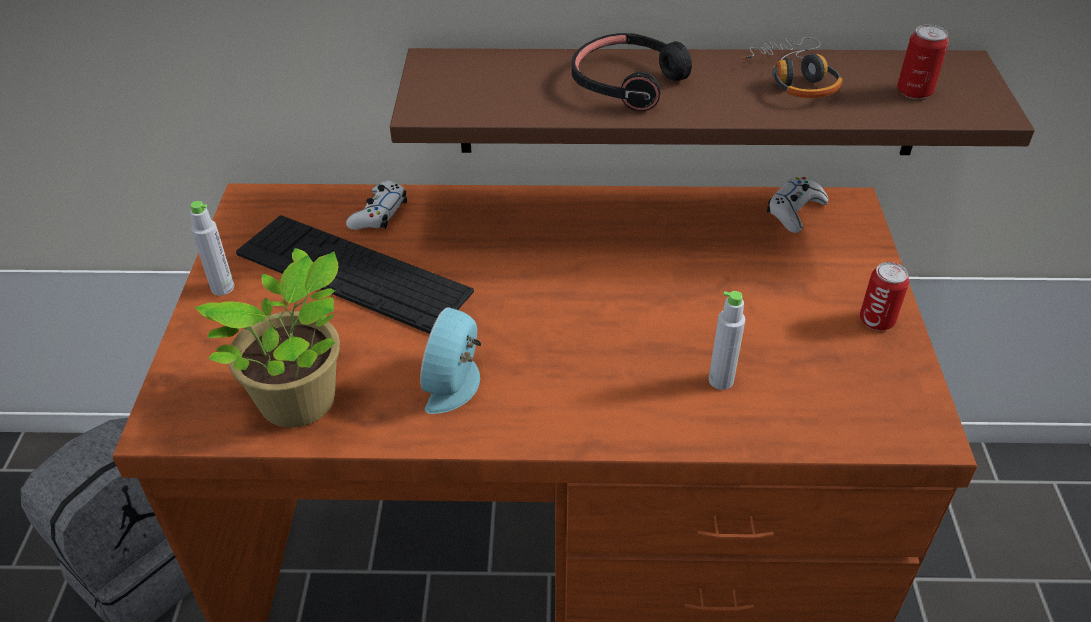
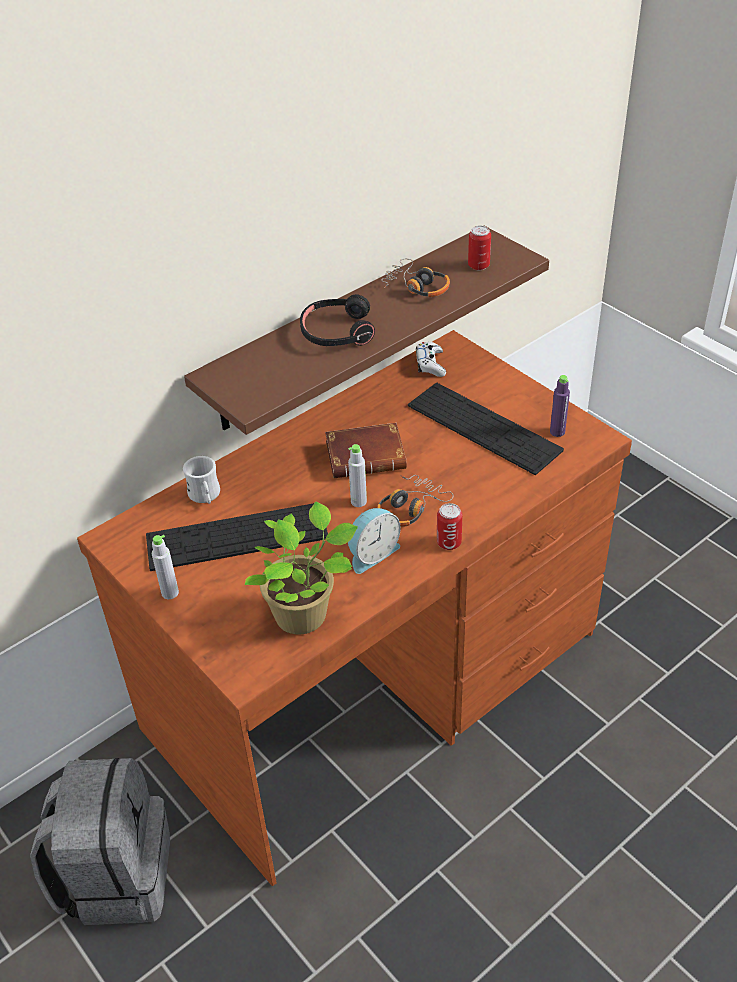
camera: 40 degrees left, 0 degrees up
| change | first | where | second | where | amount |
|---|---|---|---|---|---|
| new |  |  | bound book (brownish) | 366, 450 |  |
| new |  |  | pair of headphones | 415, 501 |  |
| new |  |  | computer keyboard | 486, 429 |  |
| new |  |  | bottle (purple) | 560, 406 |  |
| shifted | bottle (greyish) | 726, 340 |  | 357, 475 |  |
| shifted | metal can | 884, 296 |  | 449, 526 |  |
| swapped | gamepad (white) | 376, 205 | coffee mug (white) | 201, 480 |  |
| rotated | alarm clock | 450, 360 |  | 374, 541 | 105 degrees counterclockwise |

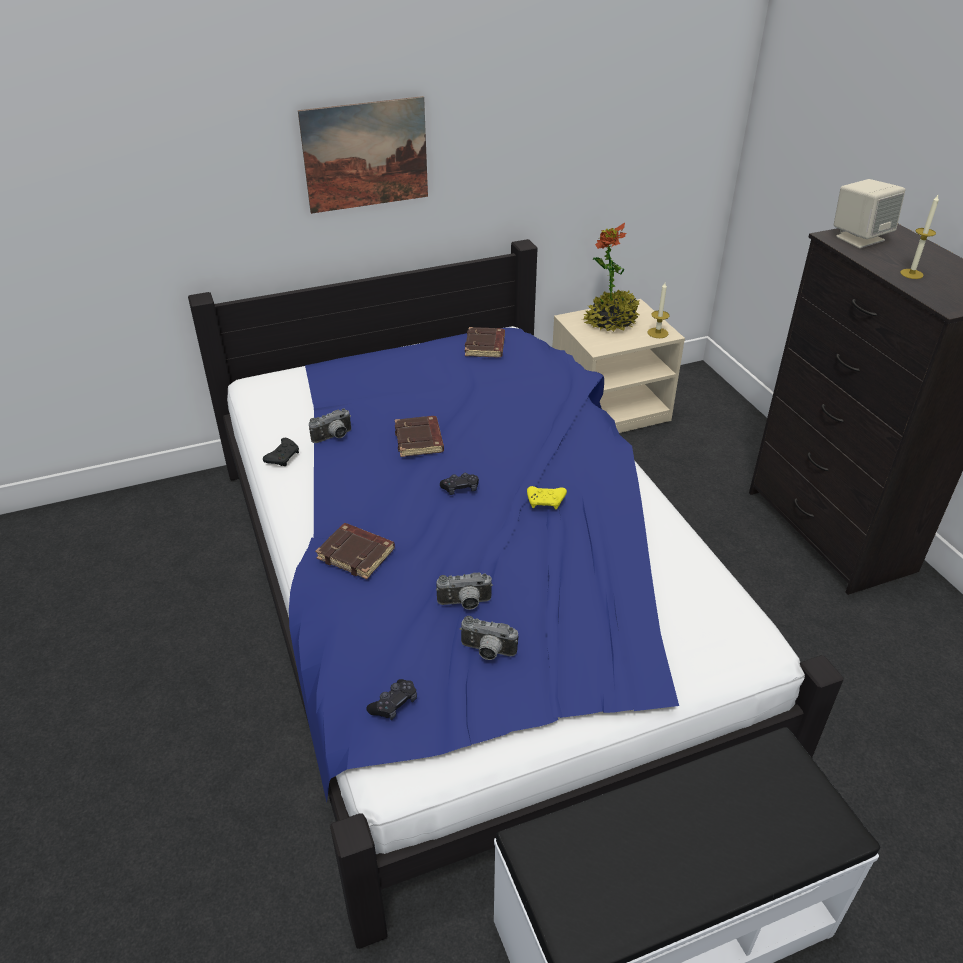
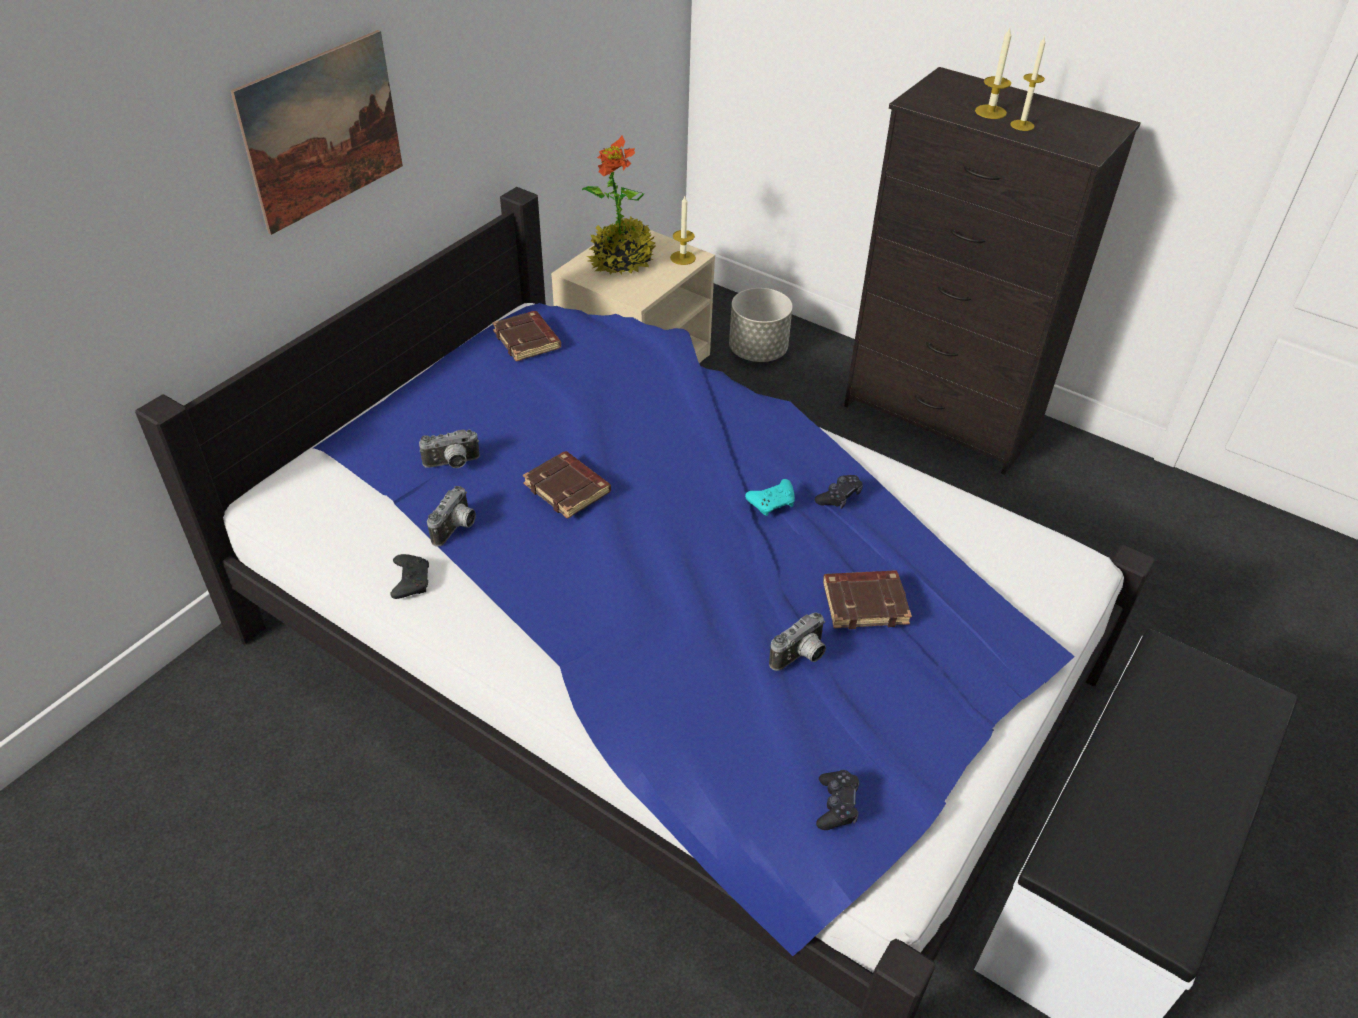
camera: 35 degrees left, 5 degrees up
| change | first | where | second | where | amount |
|---|---|---|---|---|---|
| gone | loudspeaker (beige) | 869, 213 |  |  |  |
| new |  |  | planter (greyish) | 761, 325 |  |
| new |  |  | wax candle | 993, 73 |  |
| shifted | bound book (brownish) | 355, 551 |  | 867, 599 |  |
| shifted | gamepad (blackish) | 459, 484 |  | 839, 492 |  |
| shifted | still camera | 489, 638 |  | 449, 449 |  |
| repainted | gamepad (yellow-coloured) | 547, 497 | gamepad (turquoise) | 770, 497 |  |

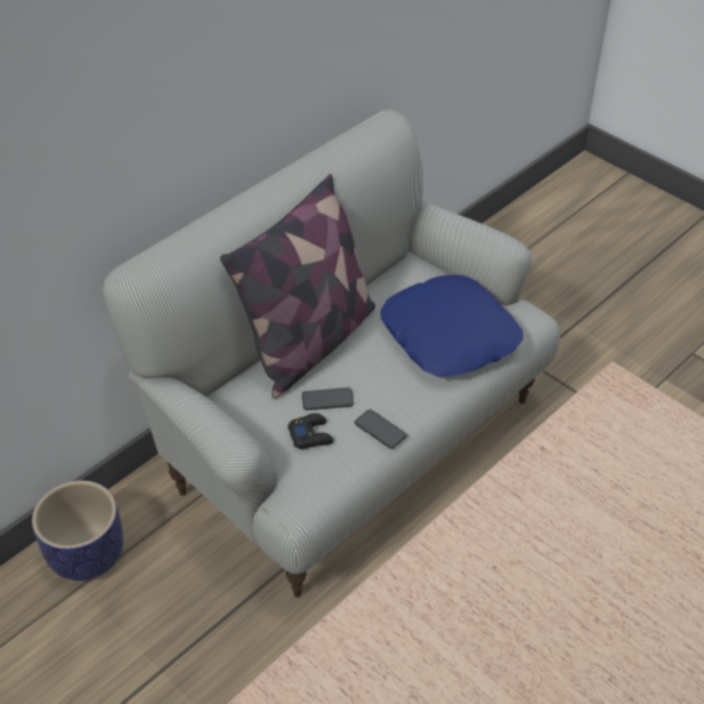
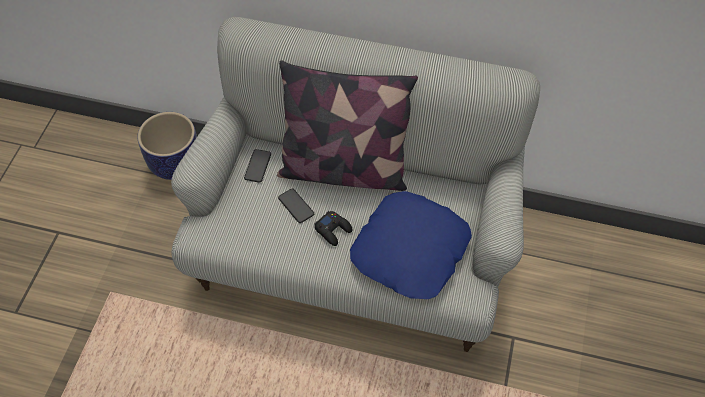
camera: 60 degrees right, 10 degrees up
| change | first | where | second | where | amount |
|---|---|---|---|---|---|
| shifted | gamepad (blackish) | 311, 431 |  | 333, 228 |  |
| shifted | handset | 380, 429 |  | 257, 166 |  |

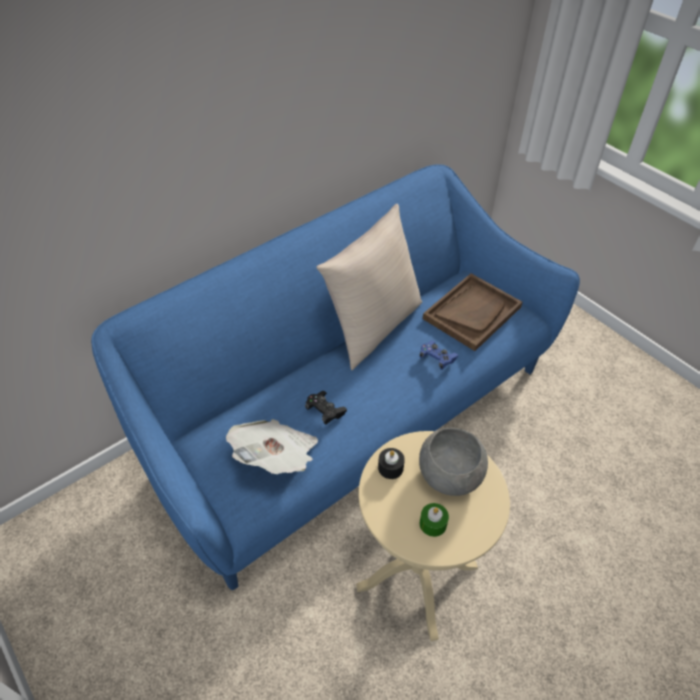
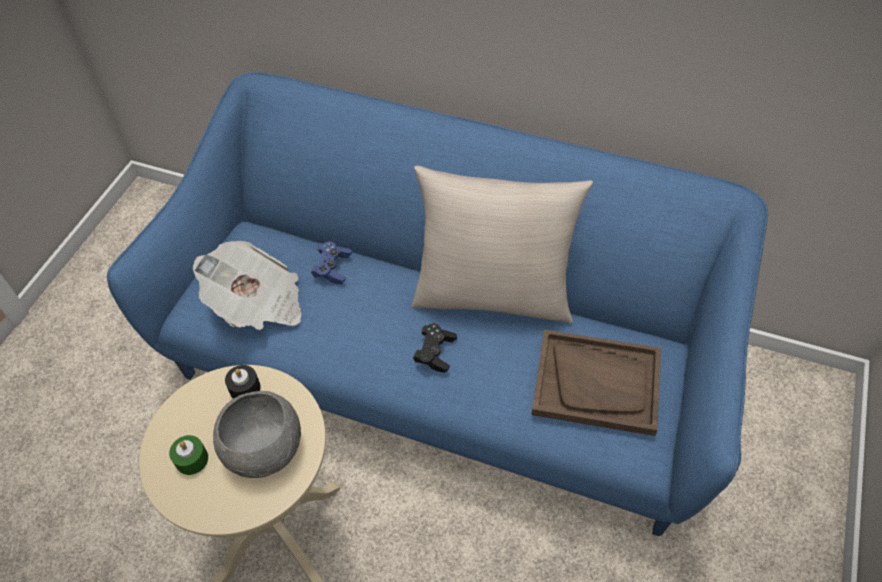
camera: 60 degrees right, 5 degrees up
| change | first | where | second | where | amount |
|---|---|---|---|---|---|
| shifted | gamepad (blackish) | 326, 408 |  | 435, 348 |  |
| shifted | gamepad (bluish) | 438, 355 |  | 331, 262 |  |

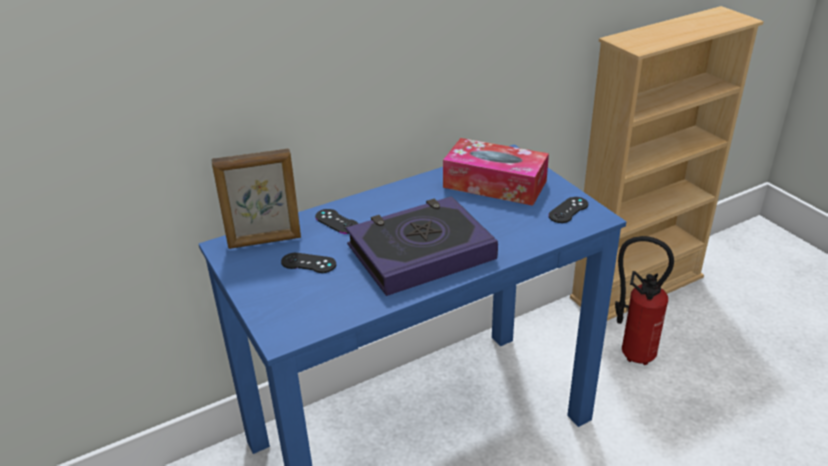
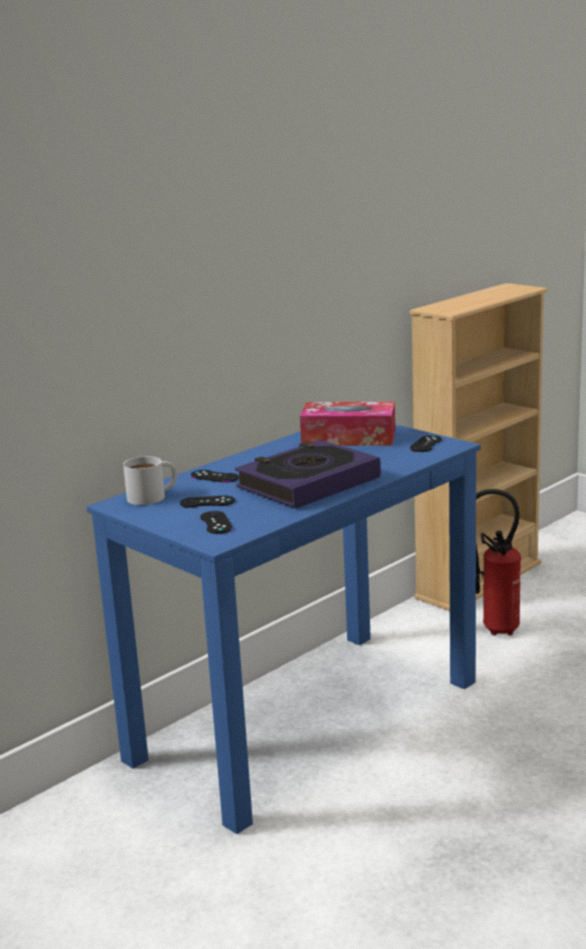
camera: 15 degrees left, 15 degrees down
| change | first | where | second | where | amount |
|---|---|---|---|---|---|
| new |  |  | gamepad (blackish) | 216, 522 |  |
| swapped | picture frame | 256, 199 | coffee mug (white) | 150, 480 |  |

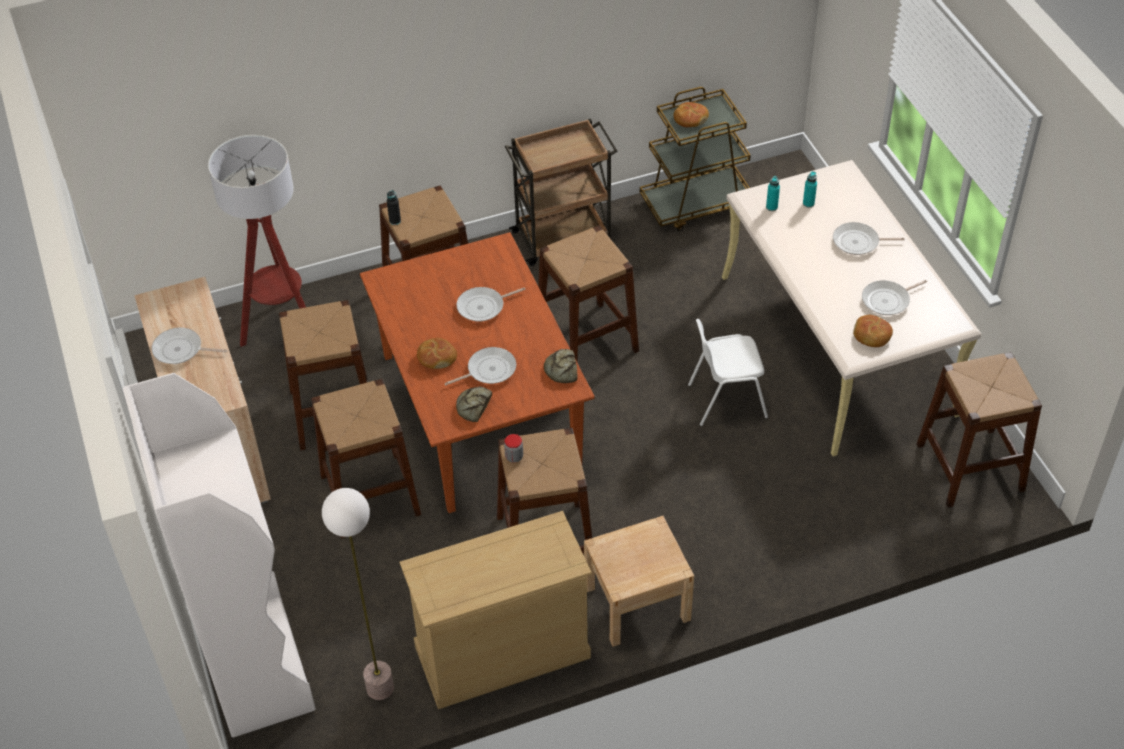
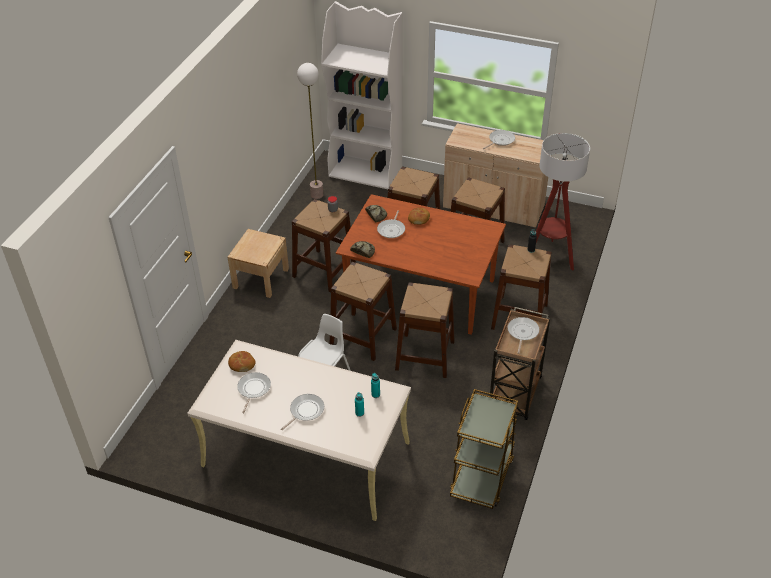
camera: 130 degrees right, 5 degrees down
| change | first | where | second | where | amount |
|---|---|---|---|---|---|
| gone | dresser (beige) | 495, 610 |  |  |  |
| gone | bakery bread | 691, 114 |  |  |  |
| shifted | skillet | 491, 304 |  | 523, 335 |  |
| shifted | sitting stool (brownish) | 979, 429 |  | 363, 311 |  |

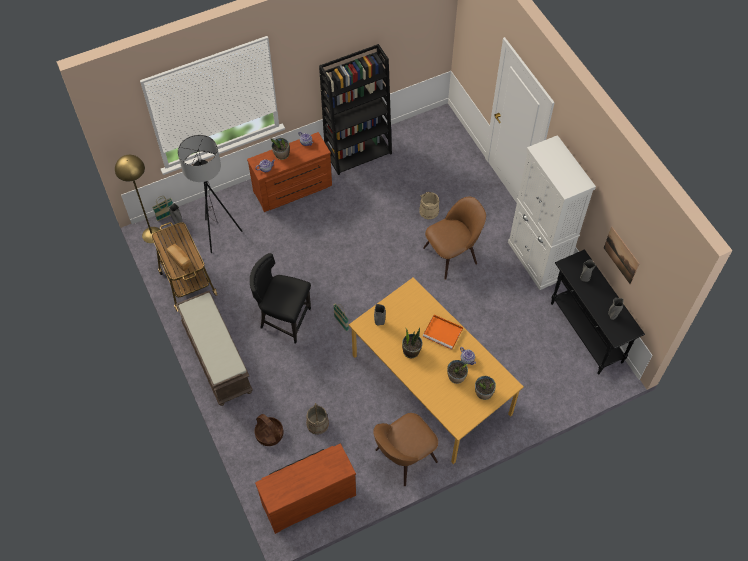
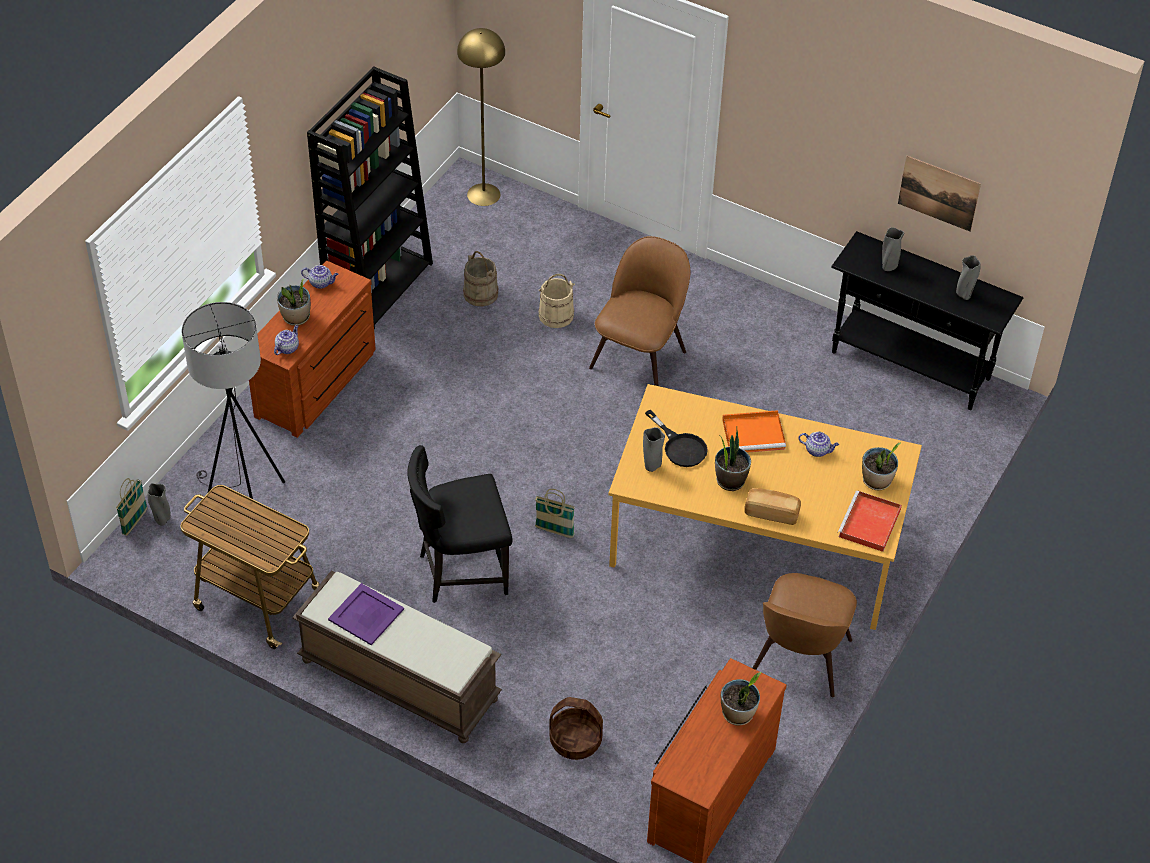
camera: 35 degrees left, 10 degrees down
| change | first | where | second | where | amount |
|---|---|---|---|---|---|
| gone | storage cabinet (white) | 552, 212 |  |  |  |
| new |  |  | tray (purple) | 366, 614 |  |
| new |  |  | skillet (blackish) | 676, 438 |  |
| new |  |  | tray (red) | 870, 521 |  |
| shifted | standing lamp (yellow-coloured) | 138, 199 |  | 481, 117 |  |
| shifted | bakery bread | 179, 257 |  | 772, 506 |  |
| shifted | water bucket (beige) | 317, 419 |  | 481, 278 |  |
| shifted | plant in a pot | 457, 372 |  | 741, 699 |  |

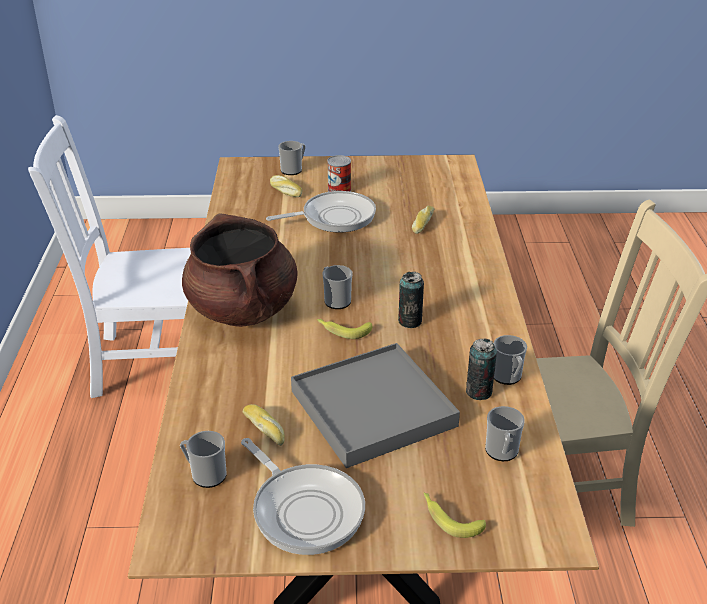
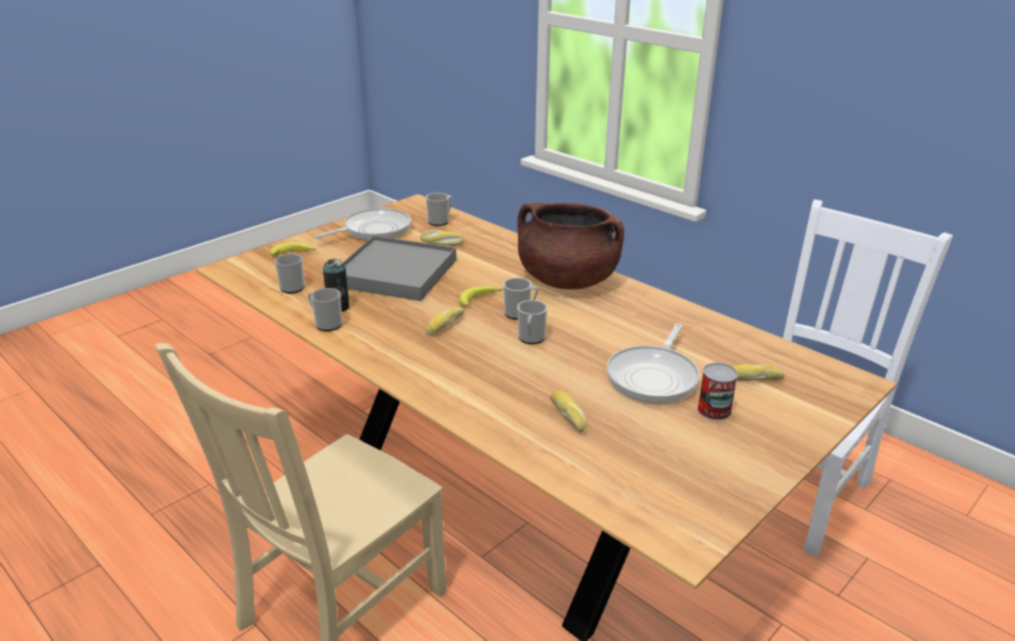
camera: 135 degrees right, 5 degrees down
| change | first | where | second | where | amount |
|---|---|---|---|---|---|
| shifted | coffee mug | 291, 158 |  | 532, 322 |  |
| swapped | metal can | 411, 300 | bakery bread | 444, 321 |  |
| rotated | skillet | 303, 496 |  | 362, 224 | 135 degrees clockwise |

